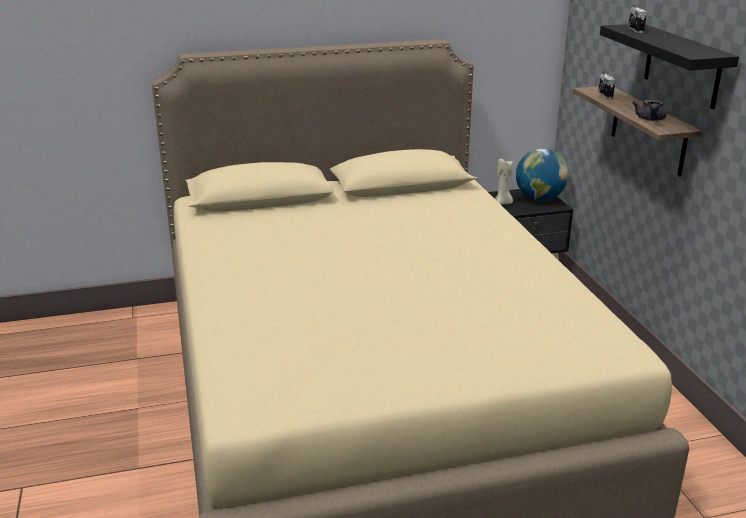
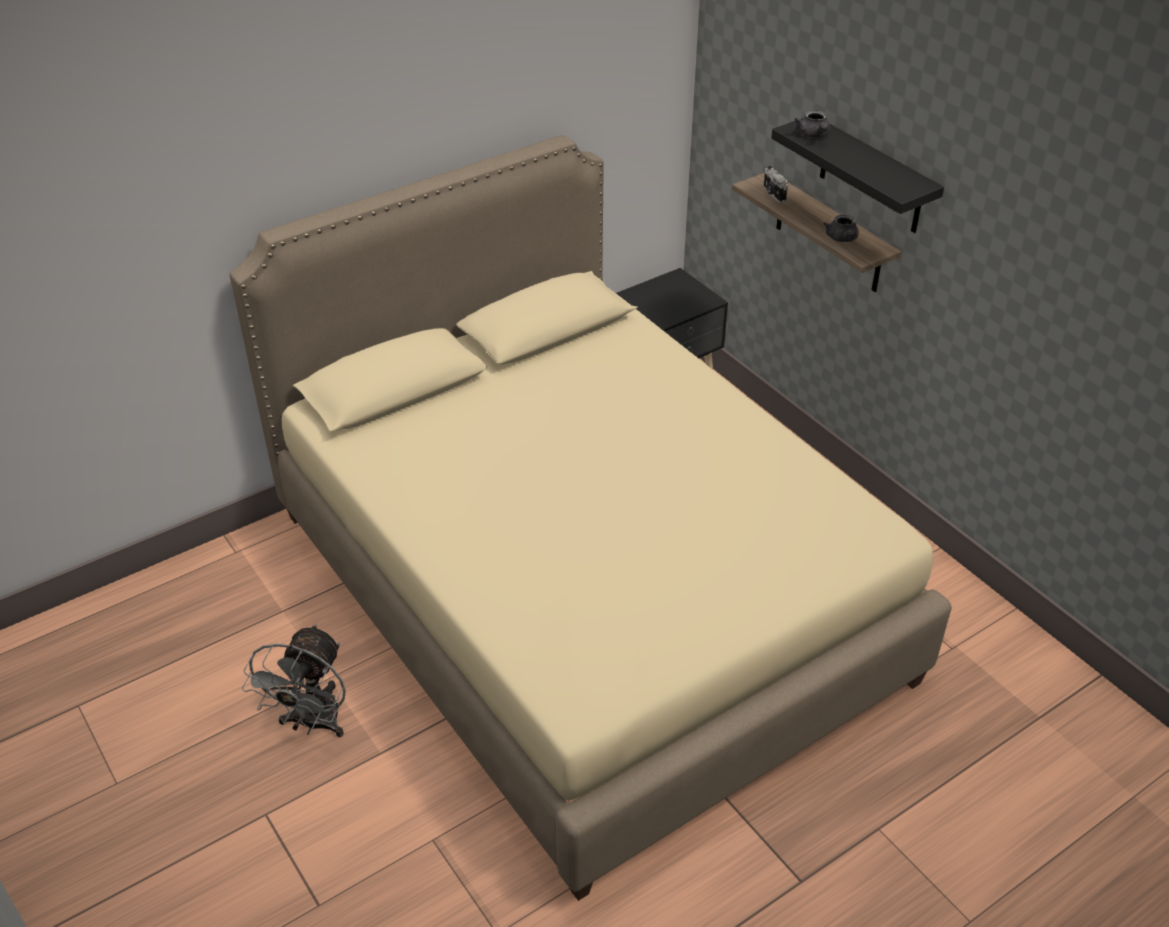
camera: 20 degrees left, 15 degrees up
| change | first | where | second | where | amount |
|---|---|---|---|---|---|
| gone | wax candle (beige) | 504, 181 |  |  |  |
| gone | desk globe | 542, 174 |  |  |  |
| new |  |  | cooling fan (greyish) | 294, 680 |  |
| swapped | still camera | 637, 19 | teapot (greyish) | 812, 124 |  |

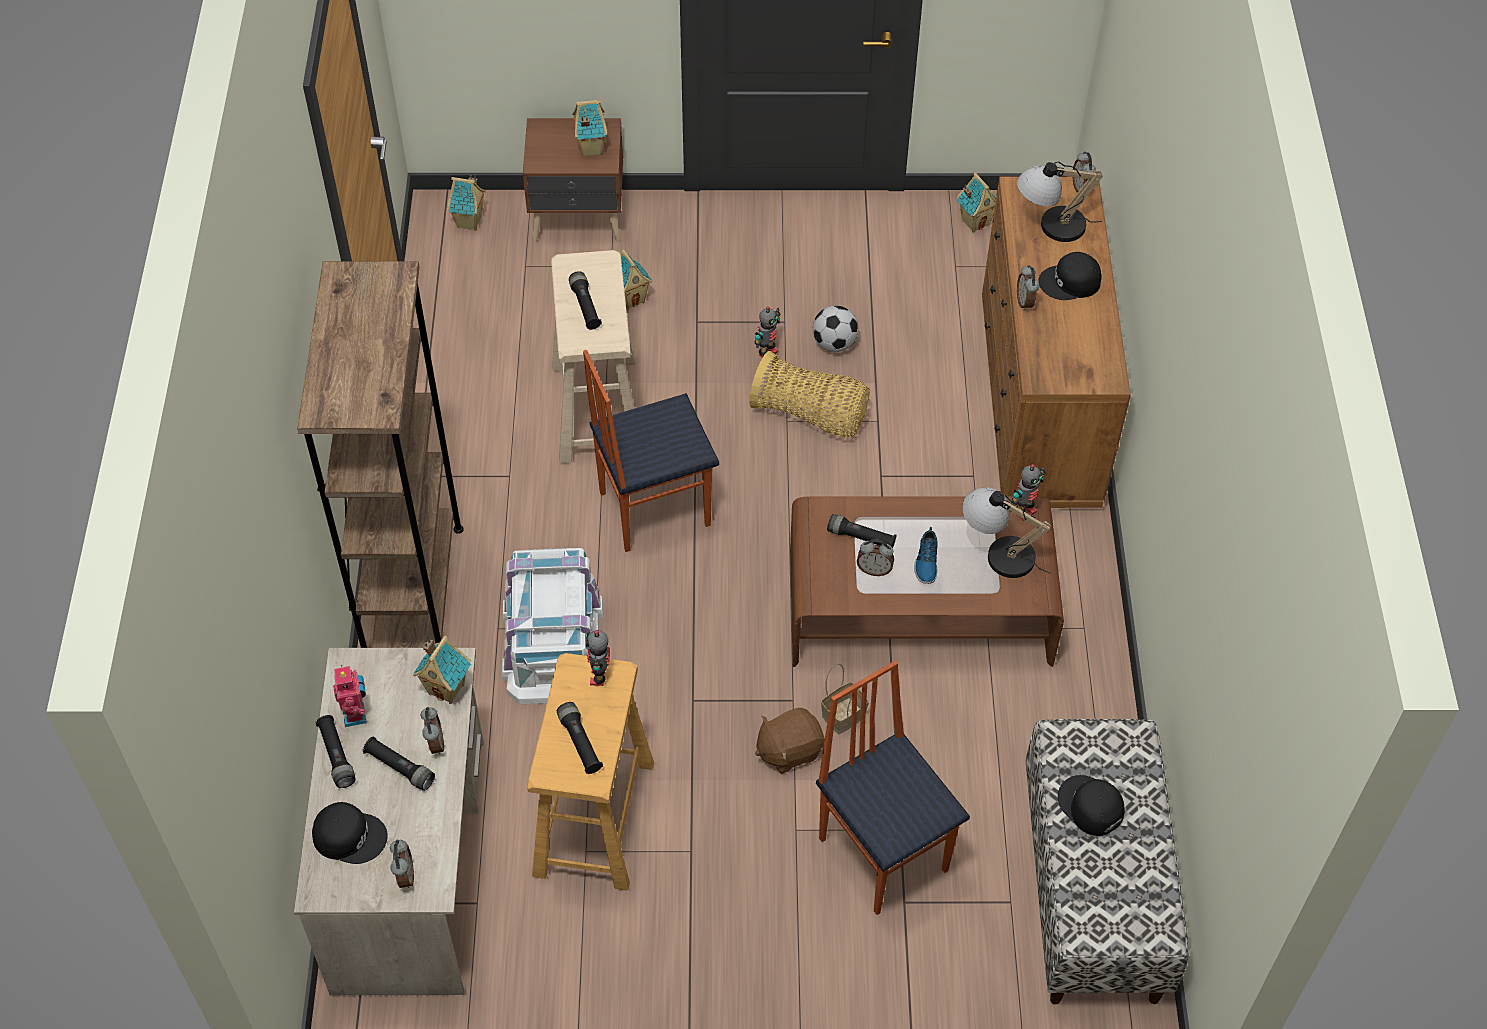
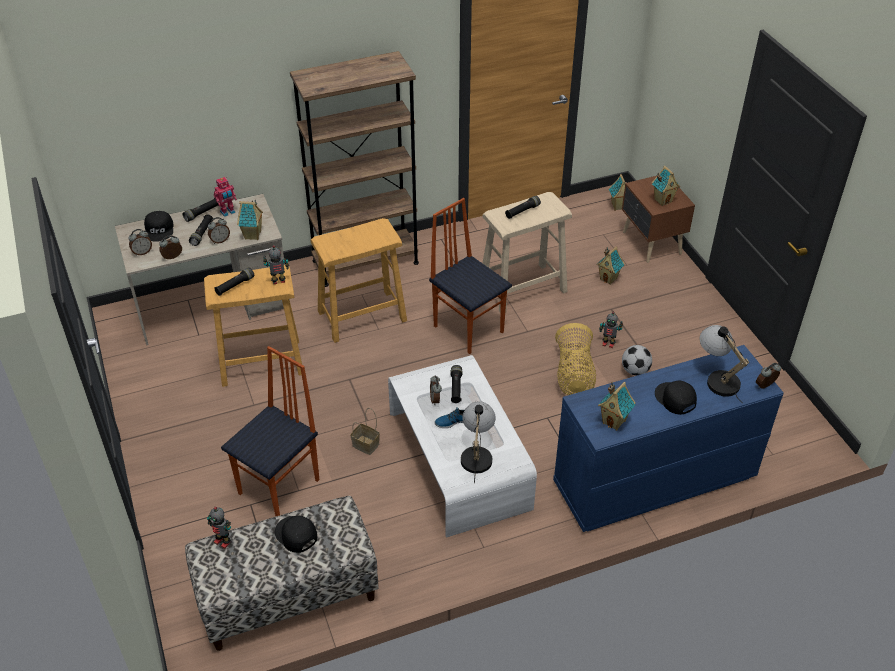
camera: 70 degrees right, 10 degrees down
| change | first | where | second | where | amount |
|---|---|---|---|---|---|
| gone | soft toy (brownish) | 790, 741 |  |  |  |
| shifted | model house | 976, 203 |  | 617, 406 |  |
| shifted | toy robot | 1028, 492 |  | 219, 528 |  |
| shifted | alarm clock | 1028, 288 |  | 170, 247 |  |
| swapped | storage box (white) | 553, 626 | sitting stool (beige) | 359, 280 |  |
| repainted | coffee table (brownish) | 927, 582 | coffee table (white) | 462, 446 |  |
| repainted | dresser (brownish) | 1056, 342 | dresser (bluish) | 668, 438 |  |
| rotated | peaked cap (blackish) | 1091, 805 |  | 296, 534 | 75 degrees counterclockwise |

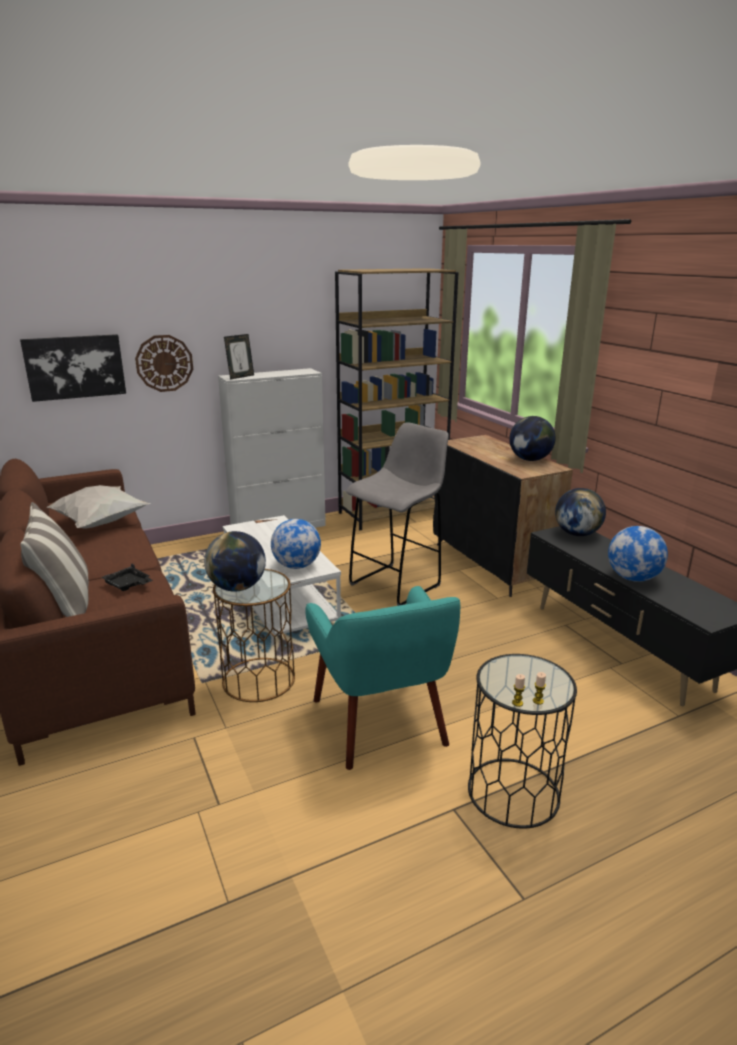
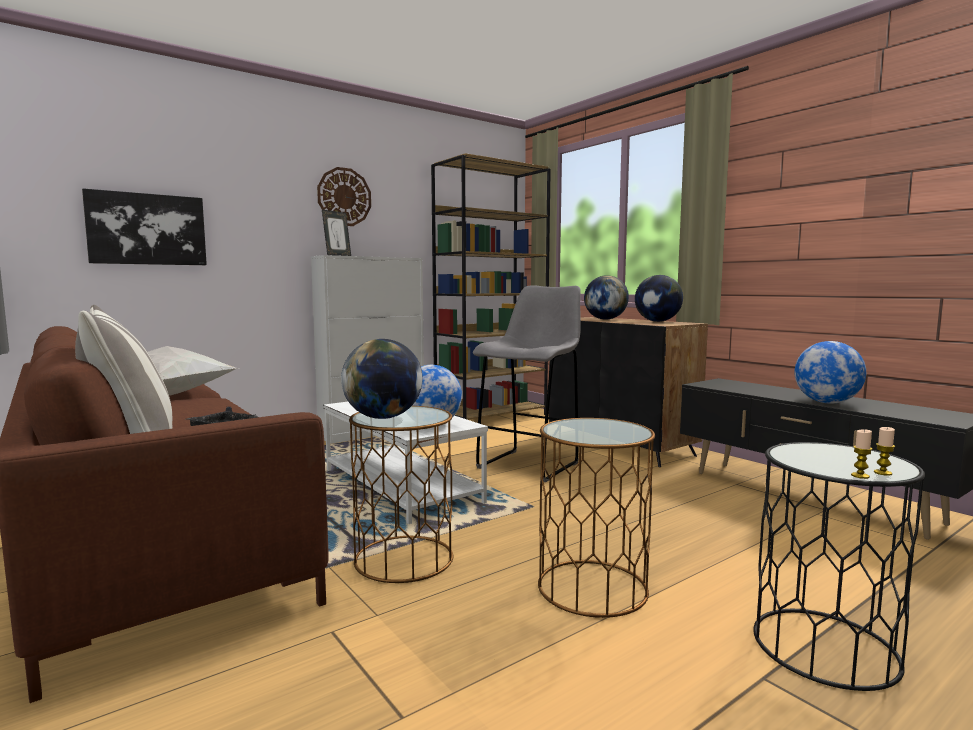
camera: 10 degrees left, 15 degrees down
| change | first | where | second | where | amount |
|---|---|---|---|---|---|
| shifted | hanging clock | 164, 363 |  | 344, 196 |  |
| shifted | desk globe | 580, 512 |  | 606, 297 |  |
| swapped | armchair (turquoise) | 382, 678 | end table (brownish) | 596, 518 |  |

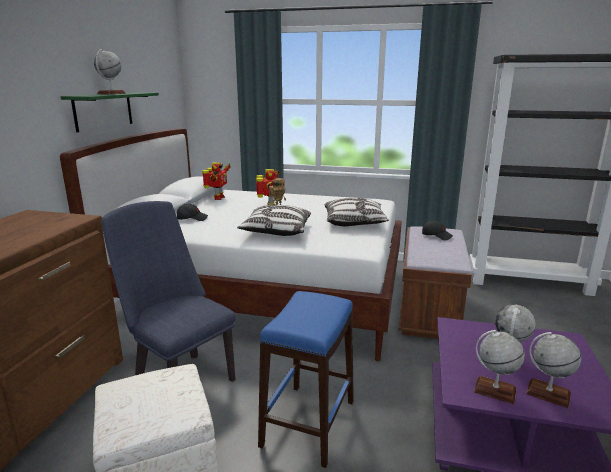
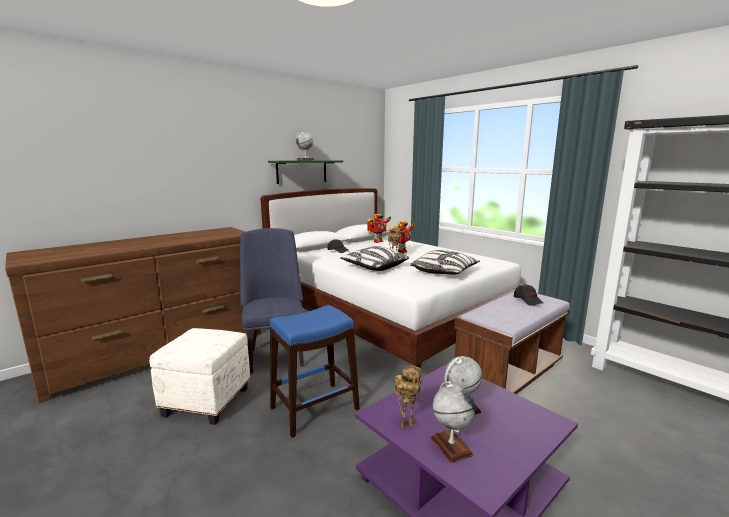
camera: 35 degrees right, 5 degrees down
| change | first | where | second | where | amount |
|---|---|---|---|---|---|
| swapped | desk globe | 499, 367 | toy robot | 408, 397 |  |

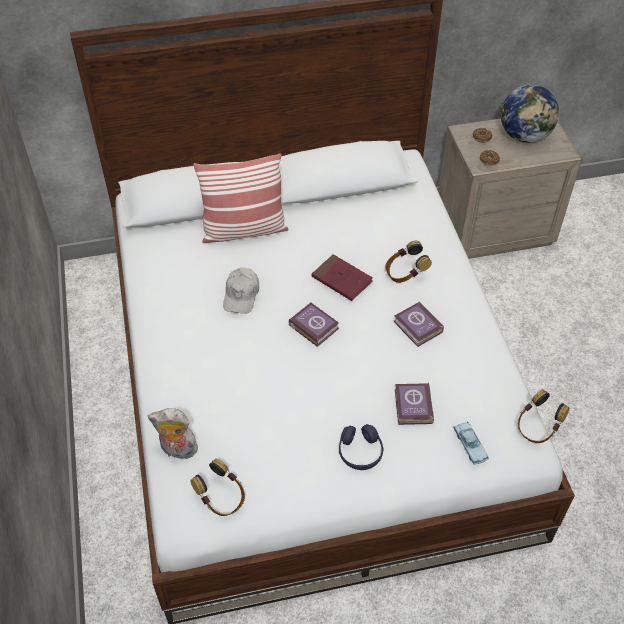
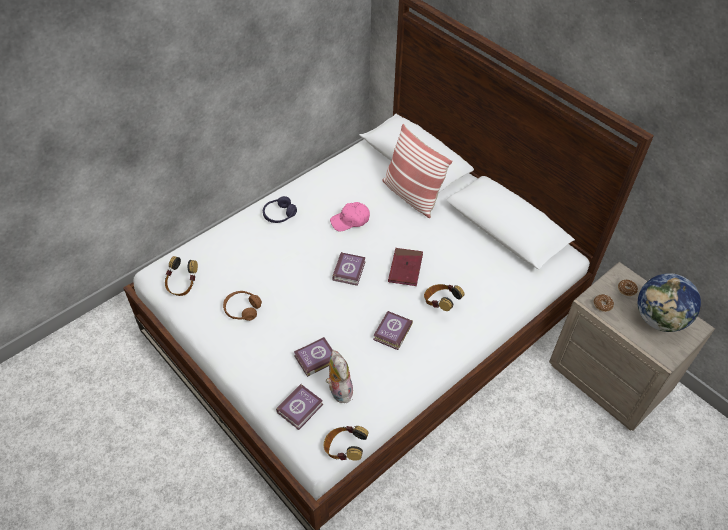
camera: 60 degrees right, 0 degrees up
| change | first | where | second | where | amount |
|---|---|---|---|---|---|
| new |  |  | pair of headphones (brownish) | 242, 306 |  |
| shifted | soft toy | 174, 433 |  | 339, 376 |  |
| shifted | pair of headphones (purple) | 361, 447 |  | 280, 209 |  |
| swapped | model car (bluish) | 471, 443 | bound book | 299, 407 |  |
| repainted | peaked cap (white) | 241, 291 | peaked cap (pinkish) | 350, 217 |  |

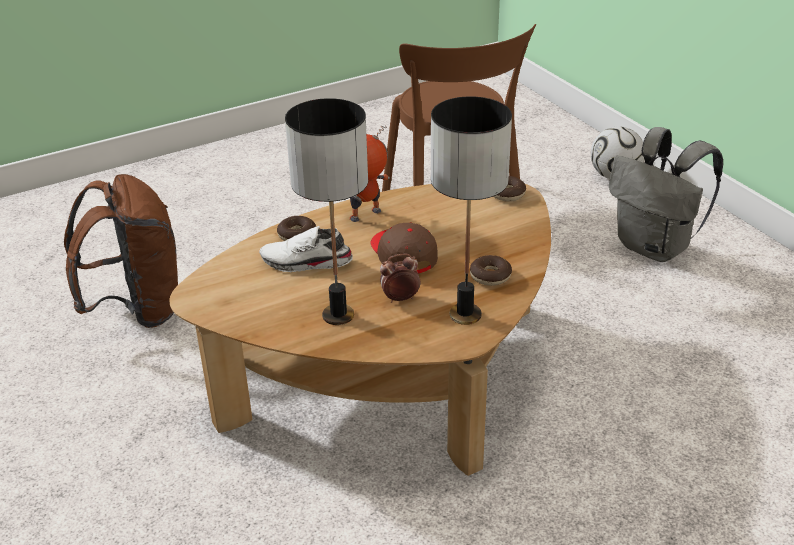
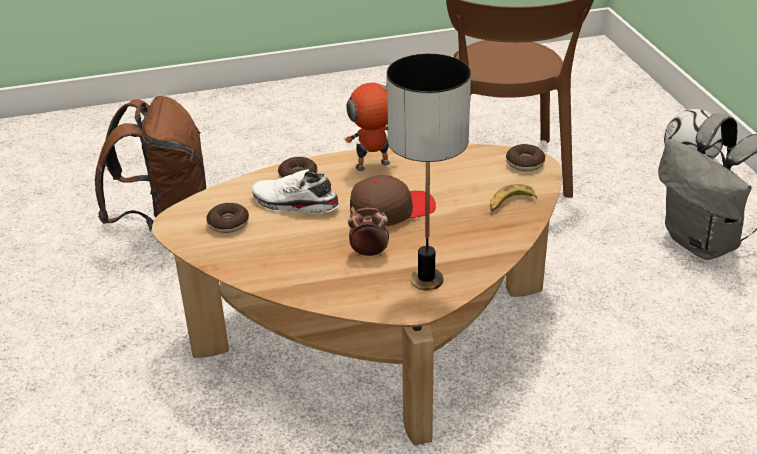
camera: 15 degrees right, 0 degrees up
| change | first | where | second | where | amount |
|---|---|---|---|---|---|
| gone | lamp for a table | 326, 211 |  |  |  |
| new |  |  | whole banana | 513, 197 |  |
| shifted | ring doughnut | 491, 270 |  | 227, 218 |  |
| rotated | peaked cap (brownish) | 404, 247 |  | 393, 200 | 75 degrees clockwise |

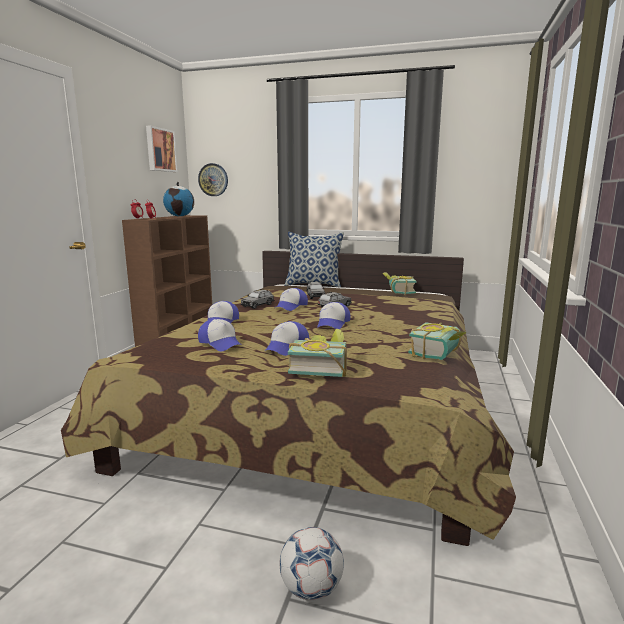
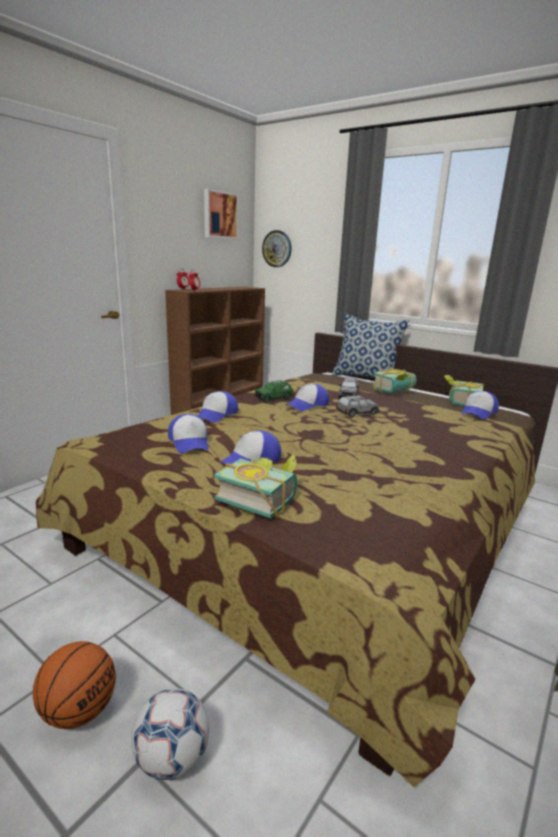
camera: 20 degrees right, 5 degrees up
| change | first | where | second | where | amount |
|---|---|---|---|---|---|
| gone | desk globe | 178, 199 |  |  |  |
| new |  |  | basketball | 74, 685 |  |
| shifted | peaked cap | 334, 315 |  | 480, 405 |  |
| shifted | bound book | 437, 341 |  | 394, 381 |  |
| repainted | model car (greyish) | 257, 299 | model car (greenish) | 274, 391 |  |

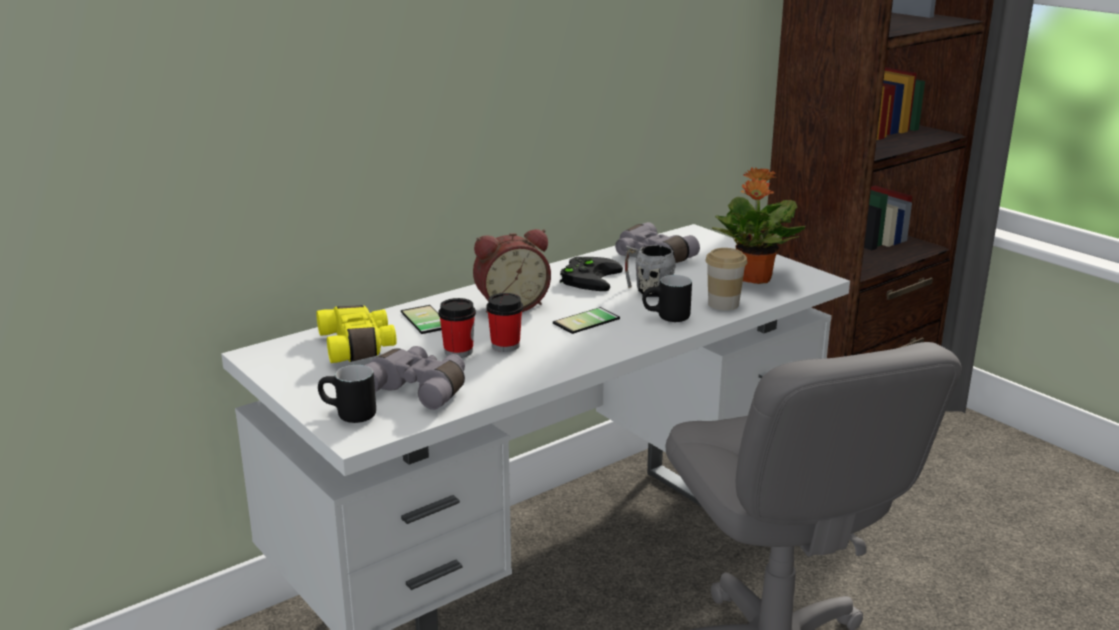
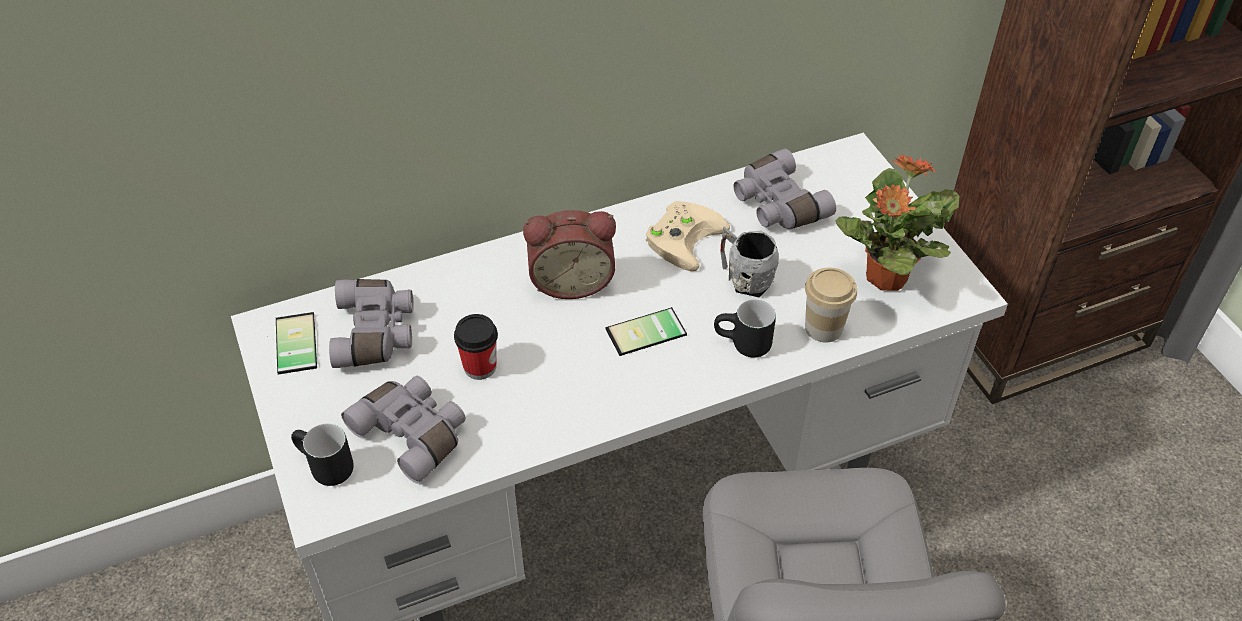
camera: 15 degrees right, 25 degrees up
| change | first | where | second | where | amount |
|---|---|---|---|---|---|
| gone | small cup | 504, 322 |  |  |  |
| shifted | handset | 421, 319 |  | 292, 343 |  |
| repainted | binoculars (yellow-coloured) | 356, 334 | binoculars (greyish) | 371, 323 |  |
| repainted | gamepad (blackish) | 591, 274 | gamepad (beige) | 687, 236 |  |

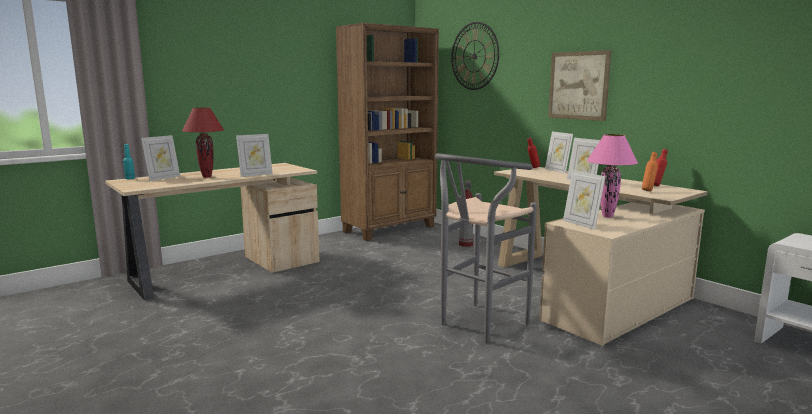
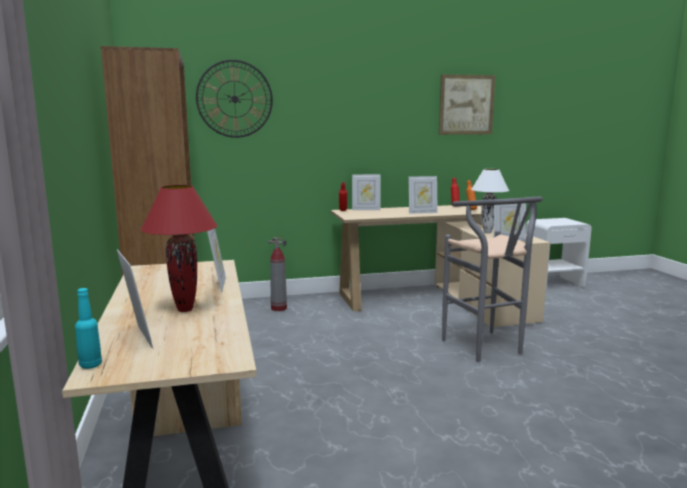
camera: 65 degrees left, 0 degrees up
| change | first | where | second | where | amount |
|---|---|---|---|---|---|
| shifted | wall art | 579, 85 |  | 467, 104 |  |
| repainted | lamp for a table (pinkish) | 612, 176 | lamp for a table (white) | 490, 201 |  |

